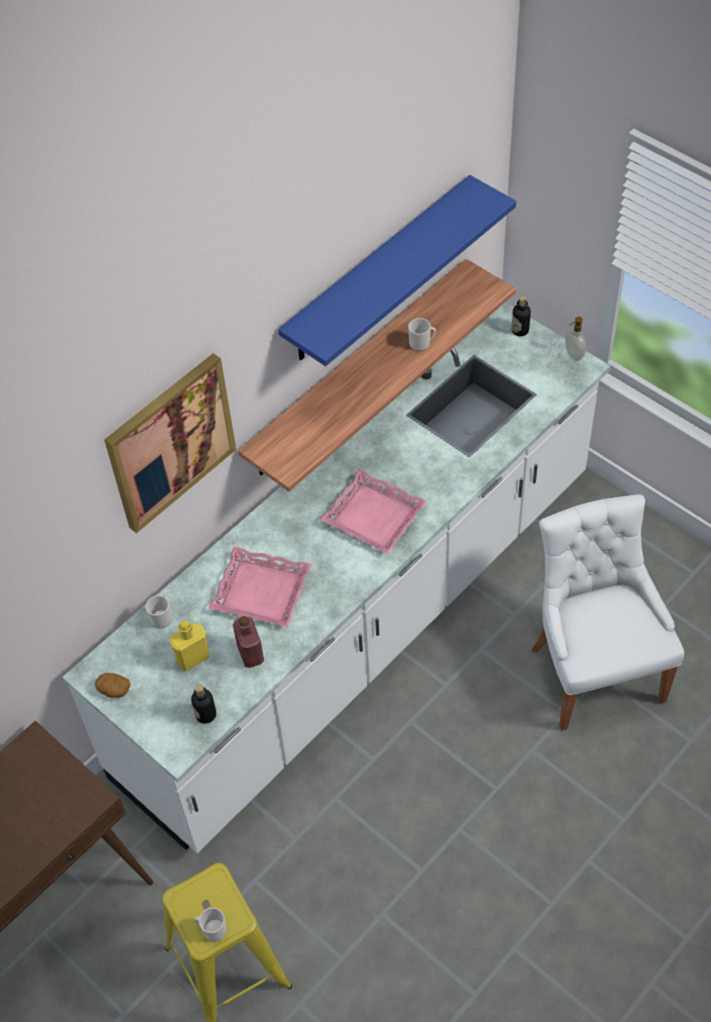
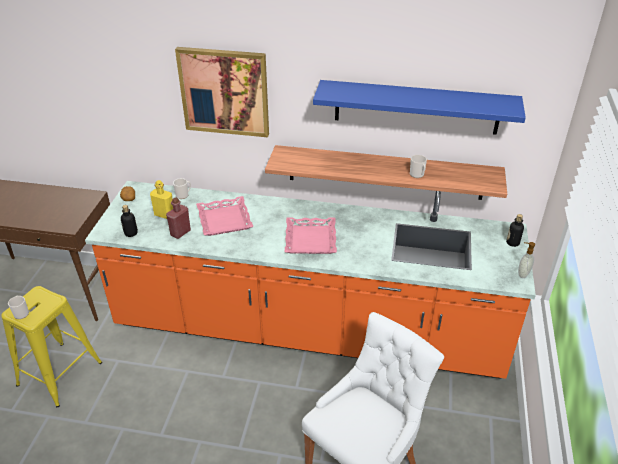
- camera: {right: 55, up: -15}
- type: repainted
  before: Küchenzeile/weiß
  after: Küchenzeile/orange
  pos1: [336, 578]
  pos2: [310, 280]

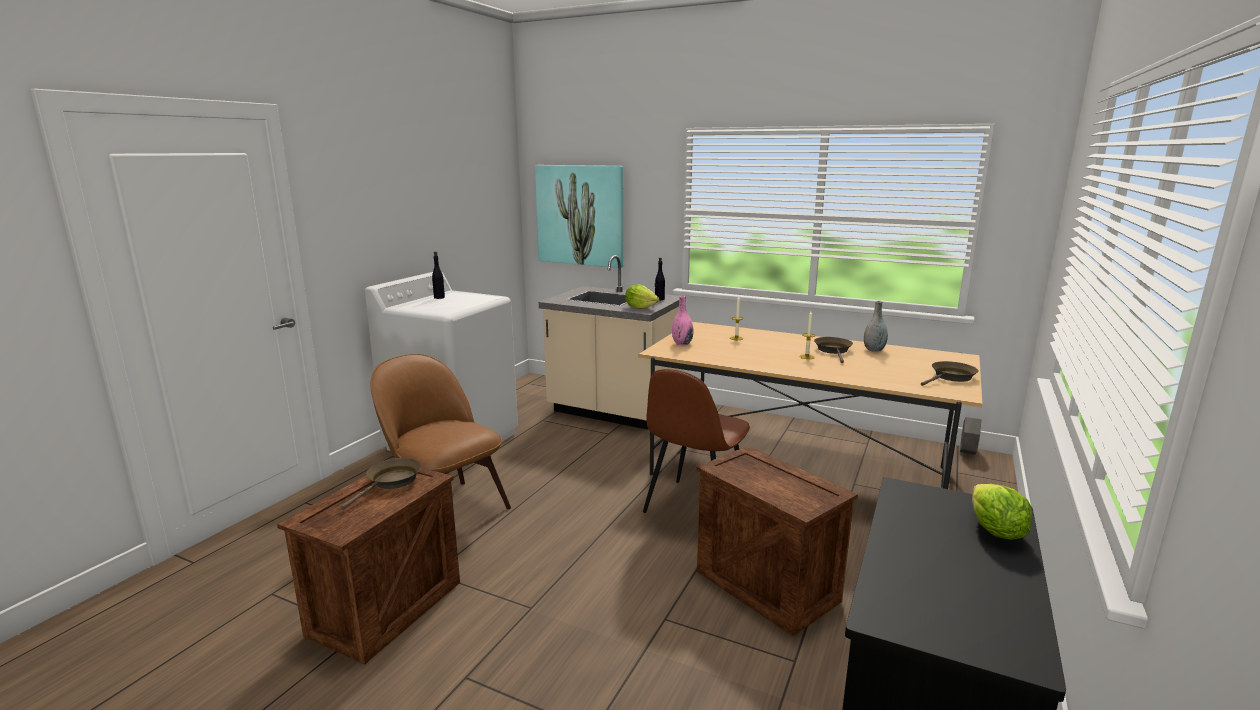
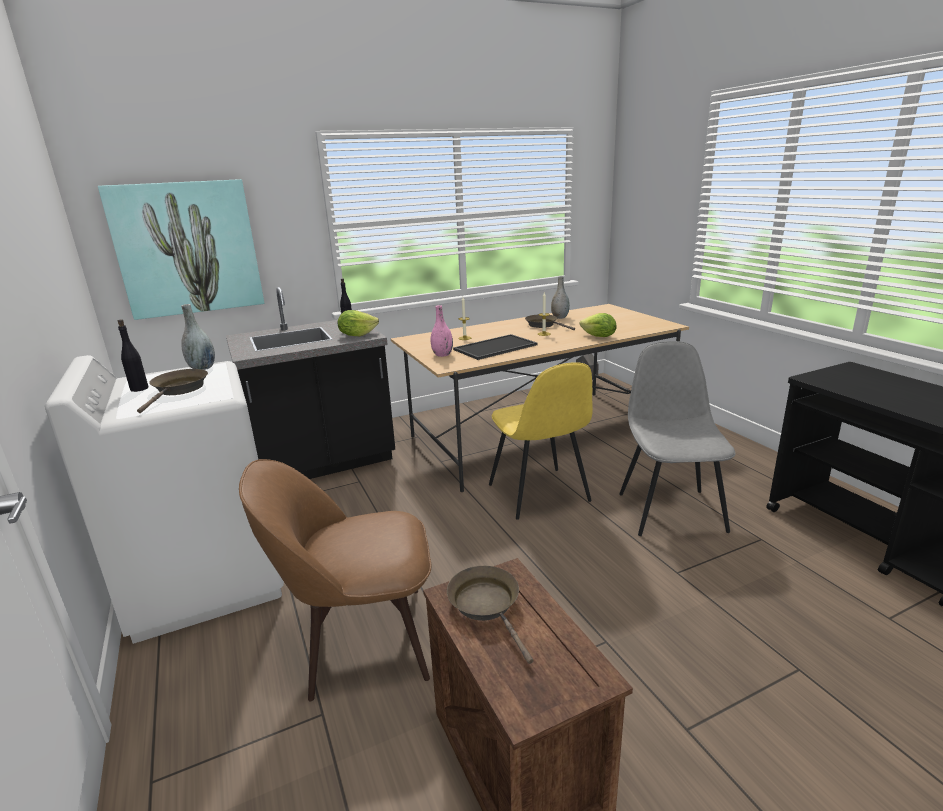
- camera: {right: -50, up: 5}
- type: shifted
  before: Pfanne/braun
  pos1: [950, 373]
  pos2: [172, 391]
- type: new
  after: Vase/grau
  pos2: [198, 337]
- type: repainted
  before: Küchenzeile/beige
  after: Küchenzeile/schwarz
  pos1: [612, 342]
  pos2: [310, 383]
- type: new
  after: Tablett
  pos2: [495, 347]
- type: repainted
  before: Stuhl/braun
  after: Stuhl/gelb
  pos1: [696, 441]
  pos2: [541, 441]
- type: shifted
  before: Salatkopf
  pos1: [1002, 512]
  pos2: [598, 325]
- type: swapped
  before: Kiste
  after: Stuhl/grau
  pos1: [777, 541]
  pos2: [677, 438]

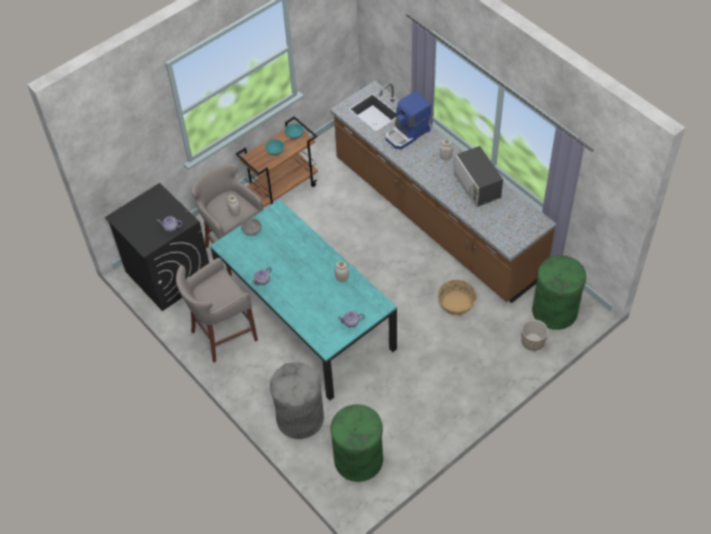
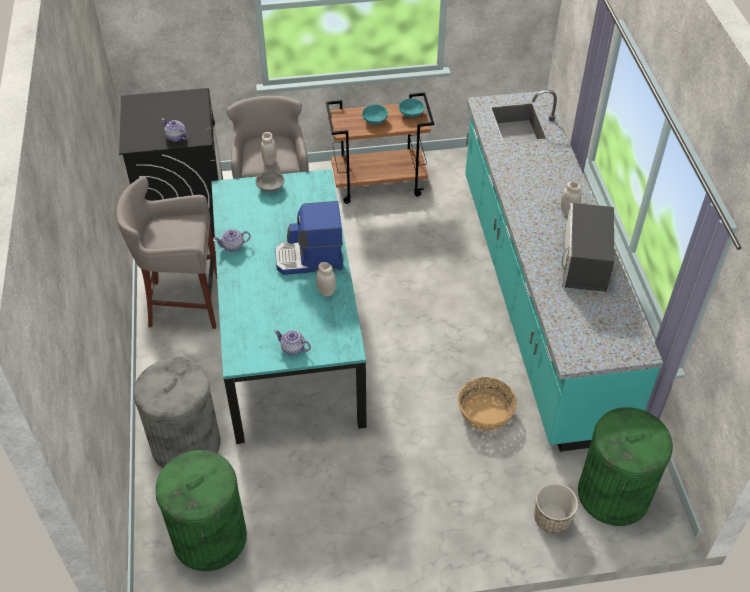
- camera: {right: 30, up: -5}
- type: shifted
  before: Kaffeemaschine
  pos1: [408, 120]
  pos2: [309, 238]
- type: repainted
  before: Küchenzeile/braun
  after: Küchenzeile/türkis
  pos1: [443, 192]
  pos2: [564, 271]

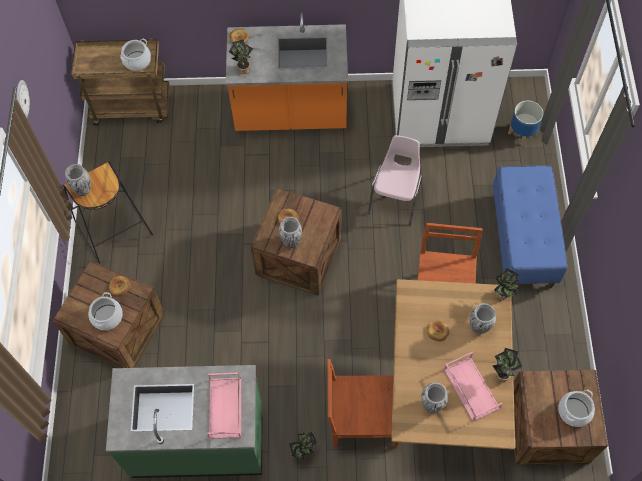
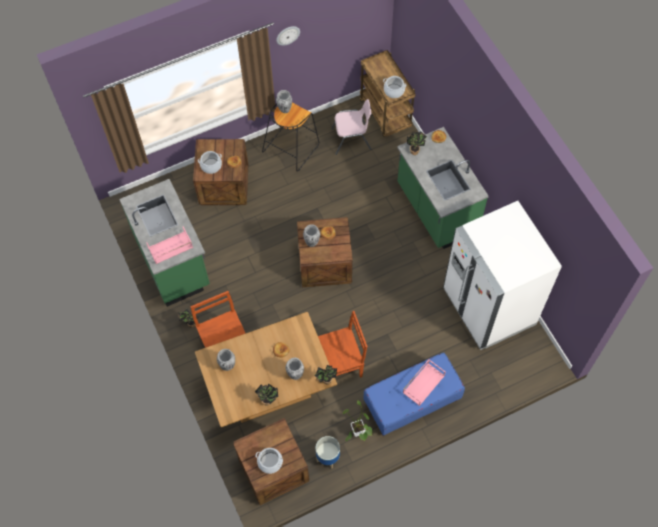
- camera: {right: 65, up: 0}
- type: shifted
  before: Pflanzkübel
  pos1: [525, 123]
  pos2: [327, 452]
- type: shifted
  before: Stuhl/rosa
  pos1: [395, 180]
  pos2: [351, 127]
- type: new
  after: Topfpflanze
  pos2: [358, 420]
- type: repainted
  before: Küchenzeile/orange
  after: Küchenzeile/grün
  pos1: [287, 72]
  pos2: [443, 188]
- type: shifted
  before: Tablett/rosa
  pos1: [473, 387]
  pos2: [424, 382]

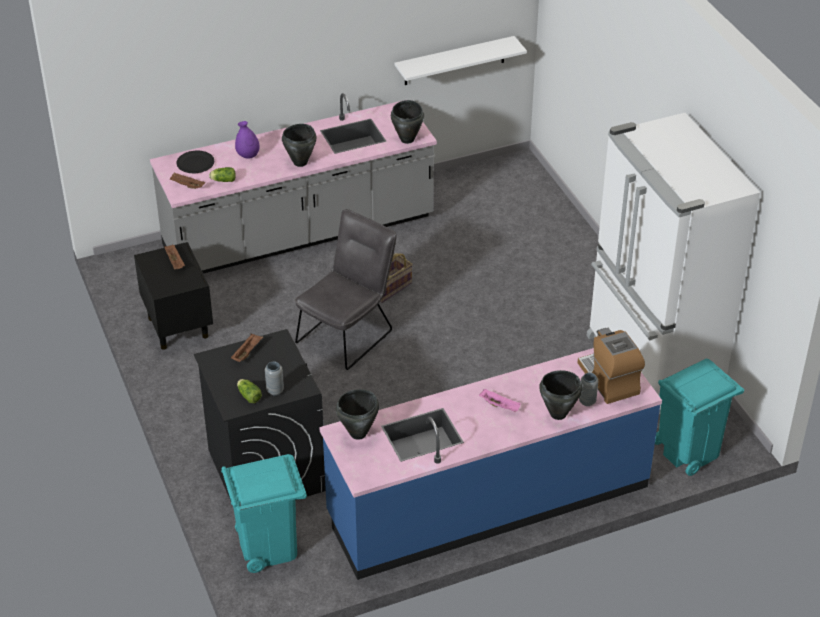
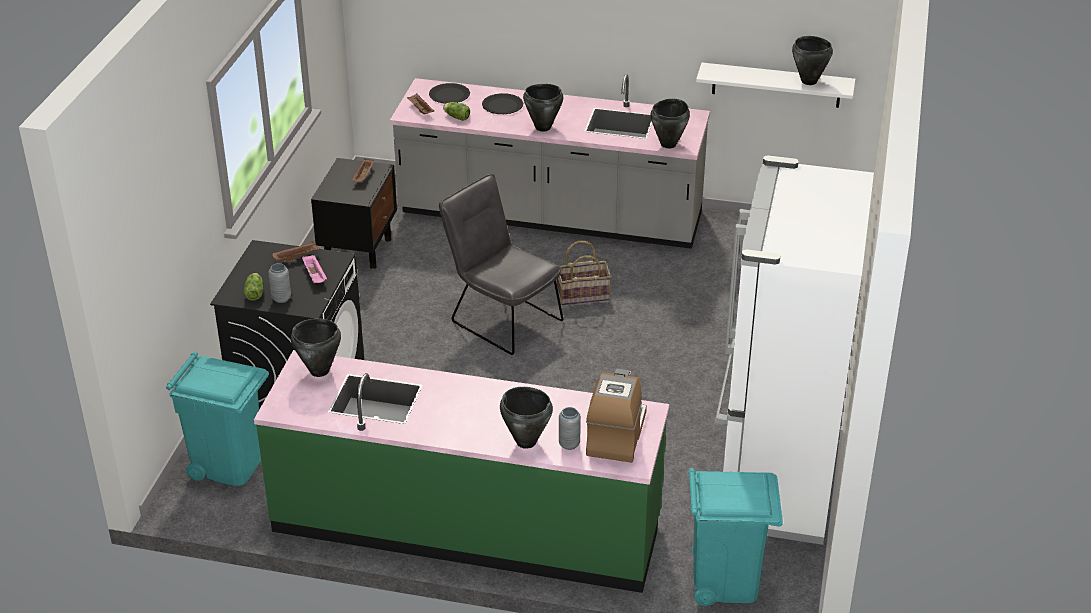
- camera: {right: 35, up: -5}
- type: repainted
  before: Küchenzeile/blau
  after: Küchenzeile/grün
  pos1: [490, 464]
  pos2: [461, 471]
- type: shifted
  before: Tablett/rosa
  pos1: [500, 400]
  pos2: [314, 269]
- type: rotated
  before: Stuhl/grau
  pos1: [346, 289]
  pos2: [501, 264]
  turn: -120
- type: swapped
  before: Vase/lila
  after: Teller/schwarz
  pos1: [247, 140]
  pos2: [502, 103]
- type: new
  after: Kochtopf/schwarz
  pos2: [812, 60]

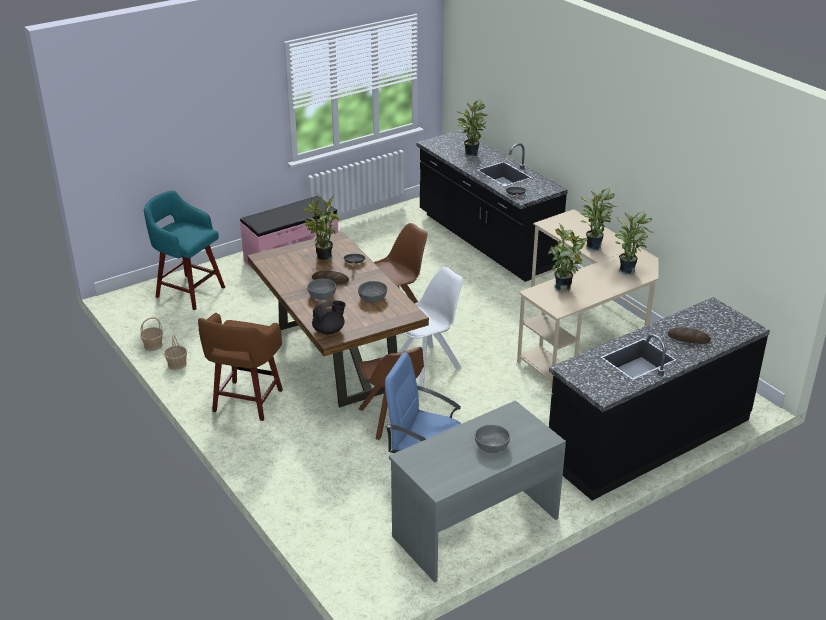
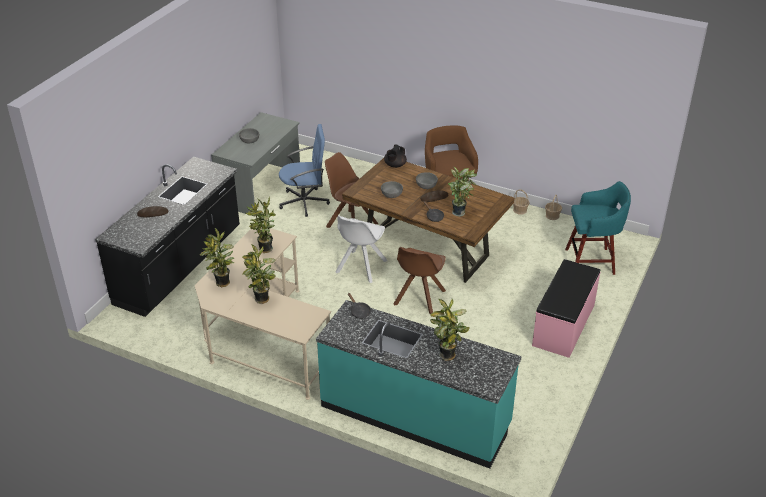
- camera: {right: 150, up: 5}
- type: repainted
  before: Küchenzeile/schwarz
  after: Küchenzeile/türkis
  pos1: [492, 206]
  pos2: [419, 384]

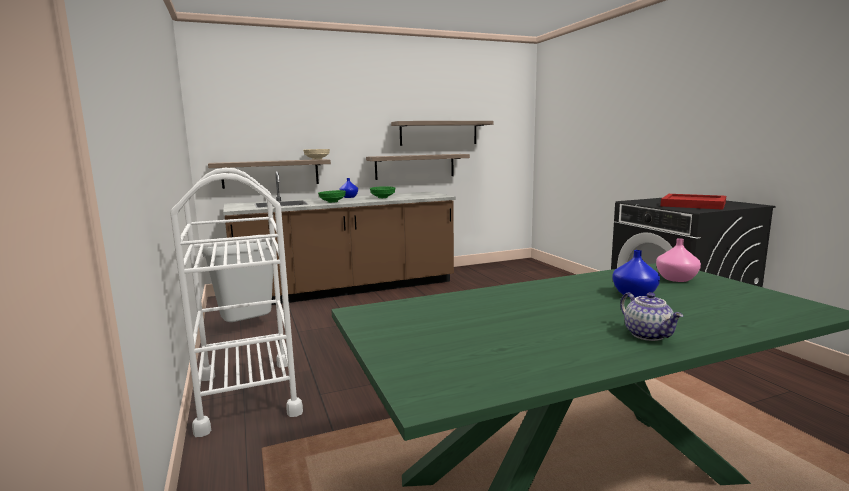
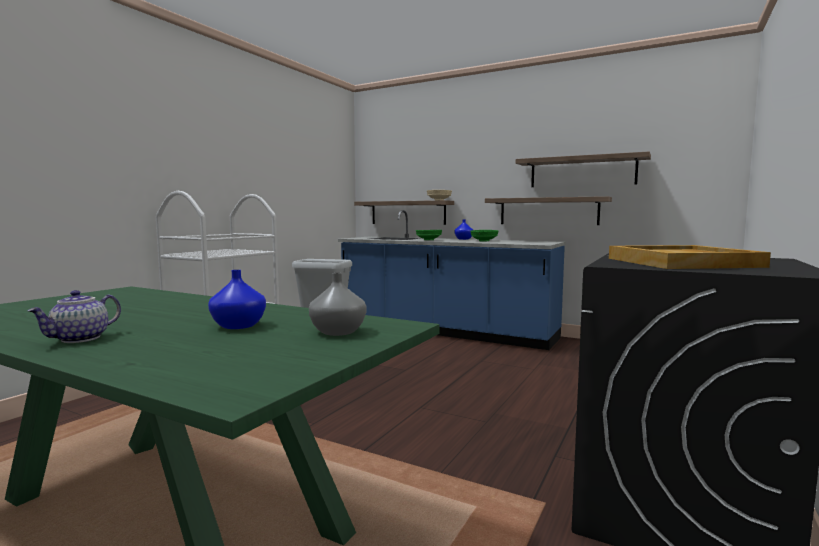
- camera: {right: 50, up: -5}
- type: repainted
  before: Vase/rosa
  after: Vase/grau
  pos1: [678, 260]
  pos2: [337, 304]
- type: repainted
  before: Küchenzeile/braun
  after: Küchenzeile/blau
  pos1: [339, 238]
  pos2: [452, 280]
- type: repainted
  before: Tablett/rot
  after: Tablett/beige
  pos1: [693, 202]
  pos2: [690, 257]

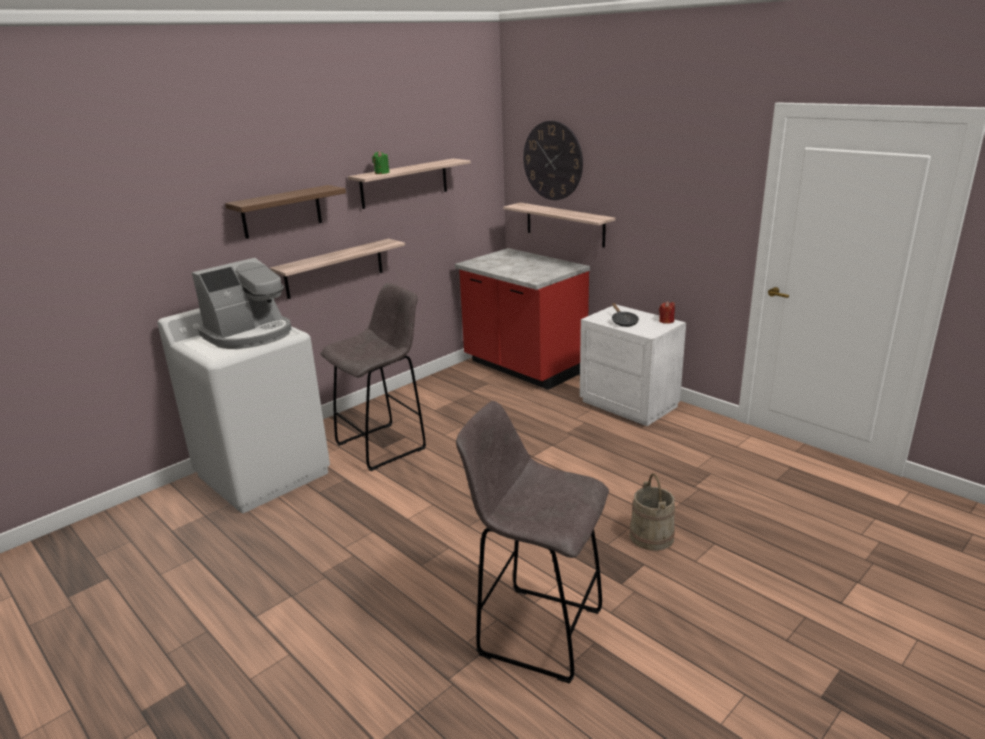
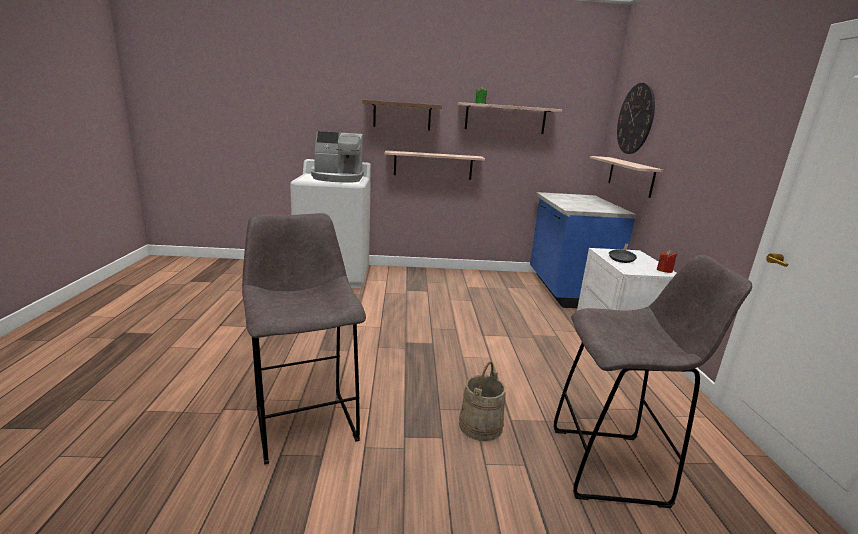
- camera: {right: 40, up: -5}
- type: repainted
  before: Küchenzeile/rot
  after: Küchenzeile/blau
  pos1: [522, 319]
  pos2: [583, 250]
- type: shifted
  before: Hocker/grau
  pos1: [373, 377]
  pos2: [652, 381]

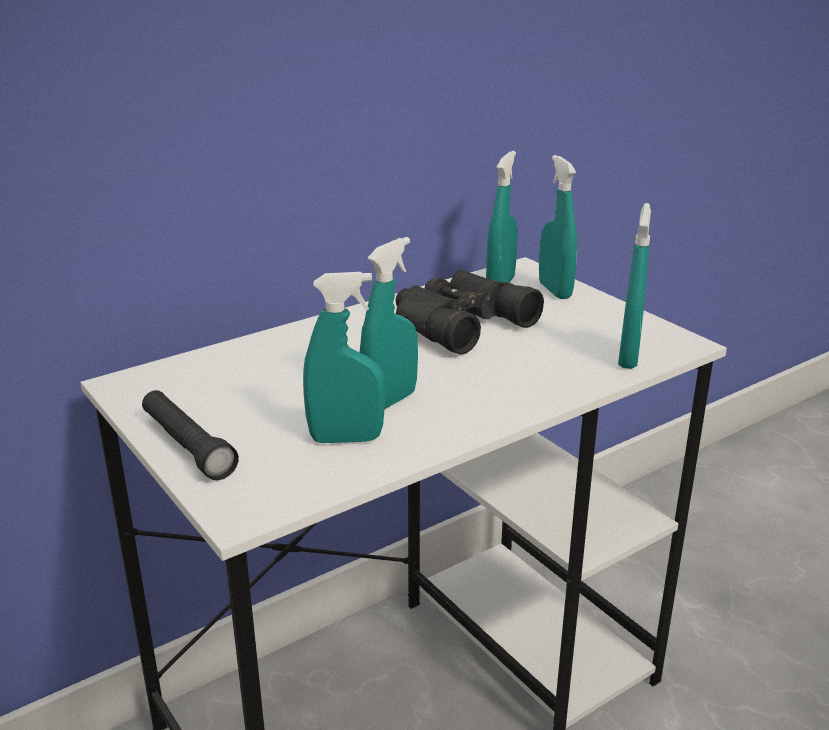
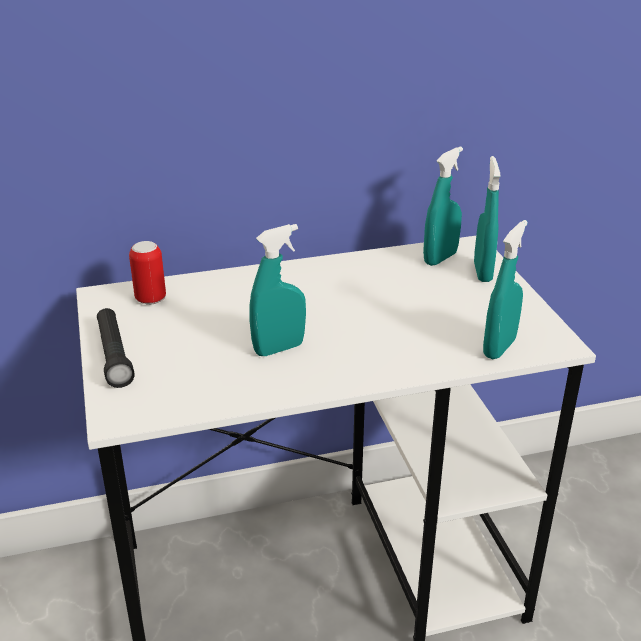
- camera: {right: 20, up: 5}
- type: new
  after: Dose
  pos2: [147, 273]
- type: gone
  before: Sprühflasche/türkis
  pos1: [344, 357]
- type: gone
  before: Fernglas/schwarz
  pos1: [470, 311]

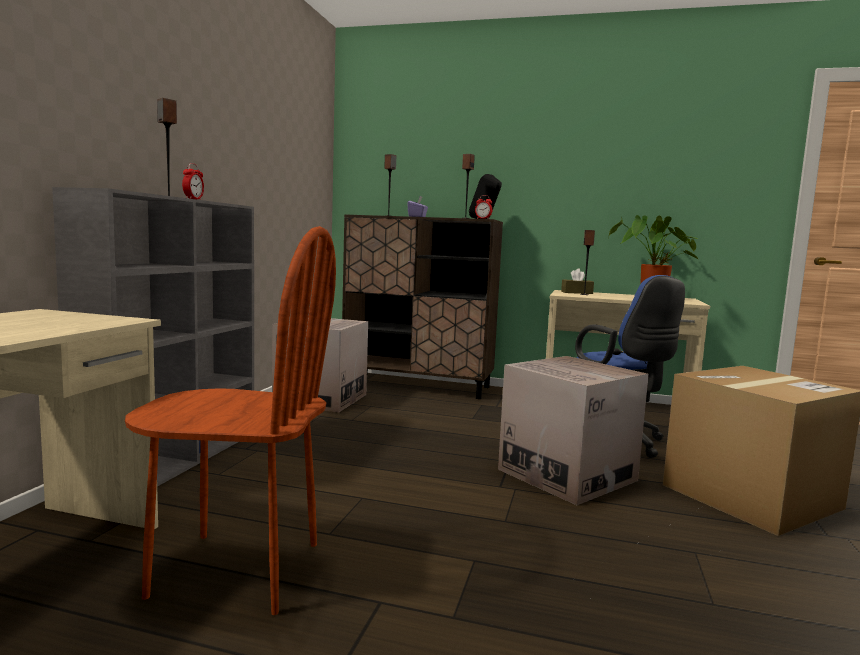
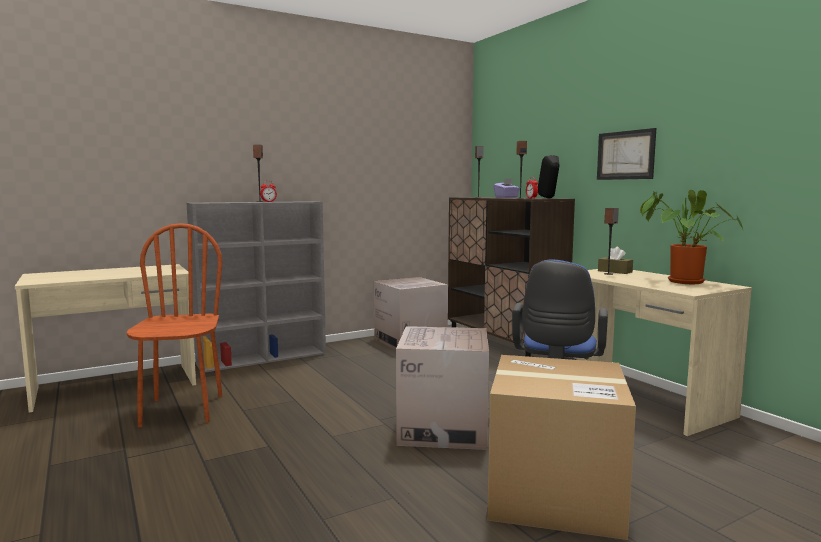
- camera: {right: 45, up: 0}
- type: rotated
  before: Stuhl/braun
  pos1: [230, 420]
  pos2: [174, 325]
  turn: -150
- type: new
  after: Bild
  pos2: [626, 154]

